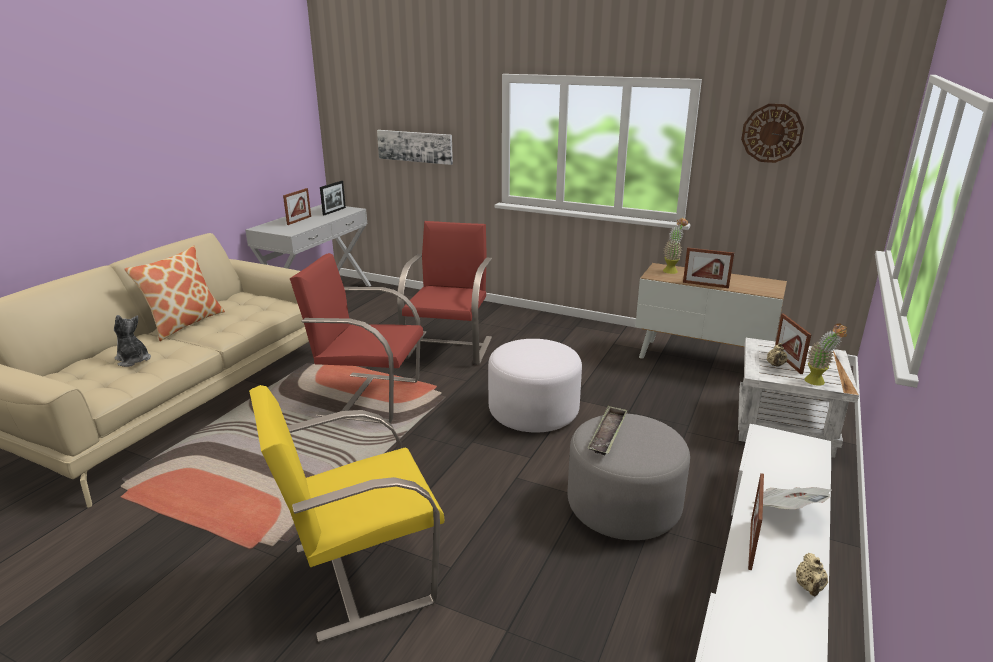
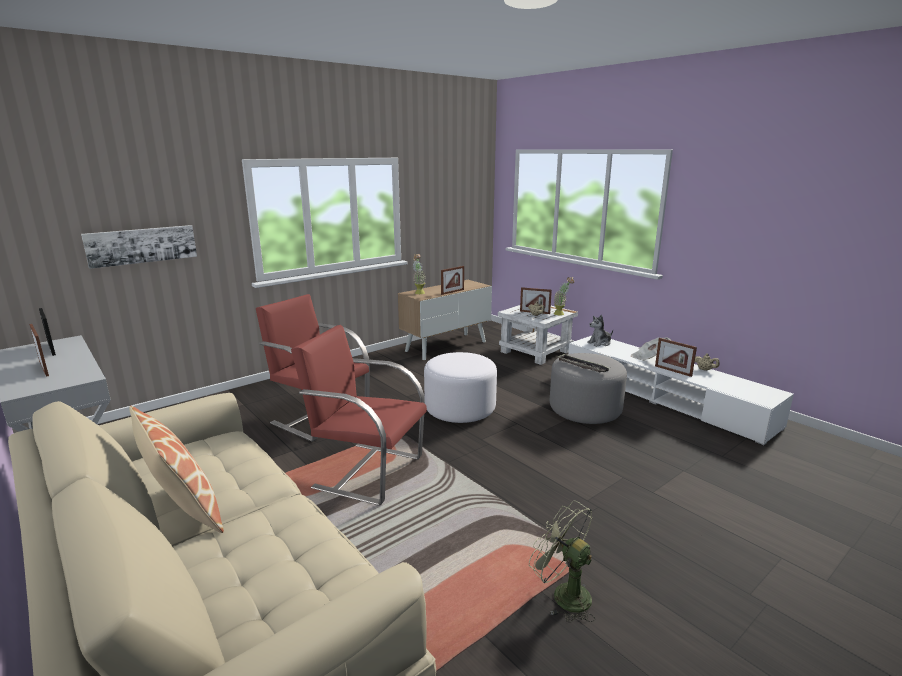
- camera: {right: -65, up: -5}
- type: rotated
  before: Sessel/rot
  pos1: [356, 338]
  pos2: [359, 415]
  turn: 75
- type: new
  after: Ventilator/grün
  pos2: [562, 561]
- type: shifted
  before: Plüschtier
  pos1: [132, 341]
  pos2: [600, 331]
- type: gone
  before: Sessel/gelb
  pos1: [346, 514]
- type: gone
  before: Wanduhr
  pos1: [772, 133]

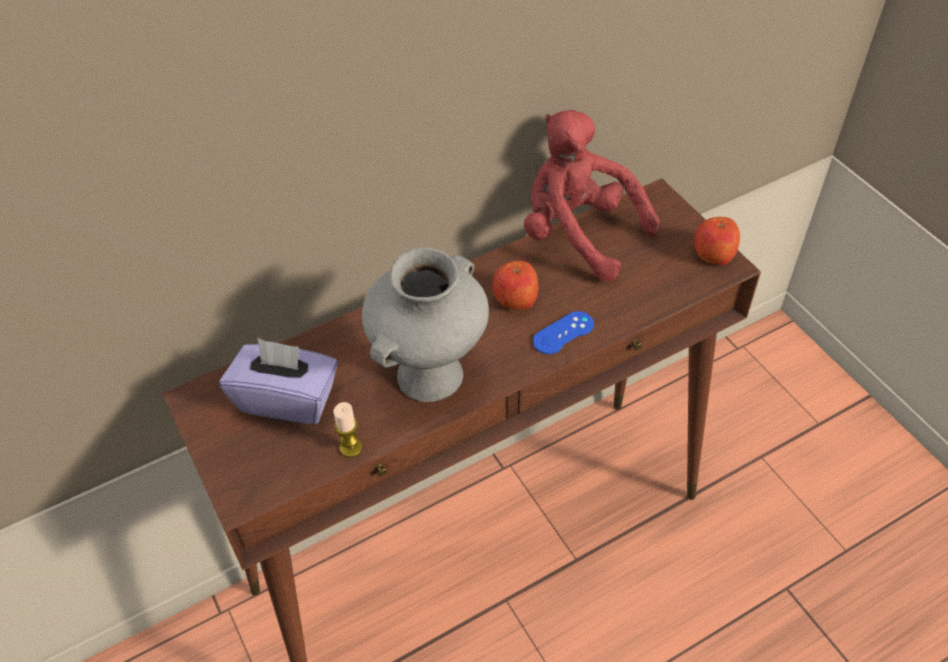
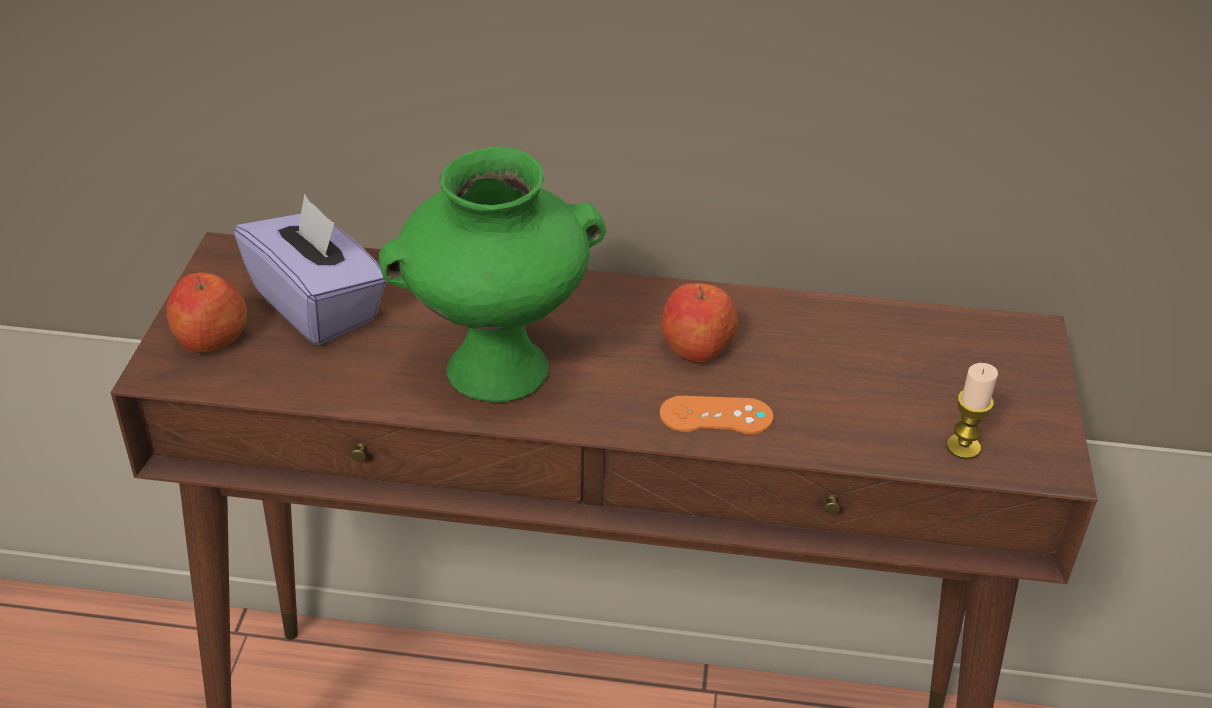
- camera: {right: 35, up: -10}
- type: shifted
  before: Apfel
  pos1: [717, 241]
  pos2: [207, 312]
- type: repainted
  before: Vase/grau
  after: Vase/grün
  pos1: [425, 324]
  pos2: [492, 274]
- type: repainted
  before: Gamepad/blau
  after: Gamepad/orange
  pos1: [563, 332]
  pos2: [716, 415]
- type: shifted
  before: Kerze
  pos1: [348, 430]
  pos2: [972, 411]
- type: gone
  before: Plüschtier/rot
  pos1: [592, 196]

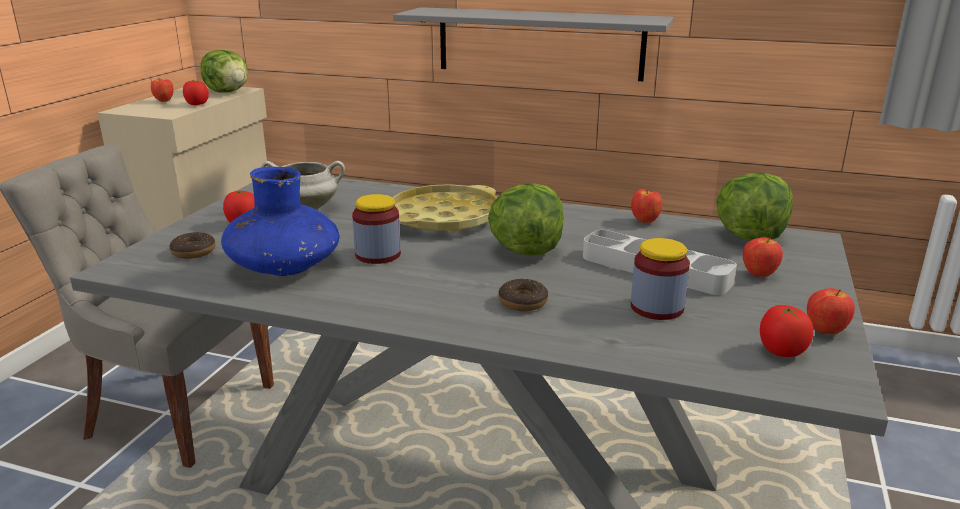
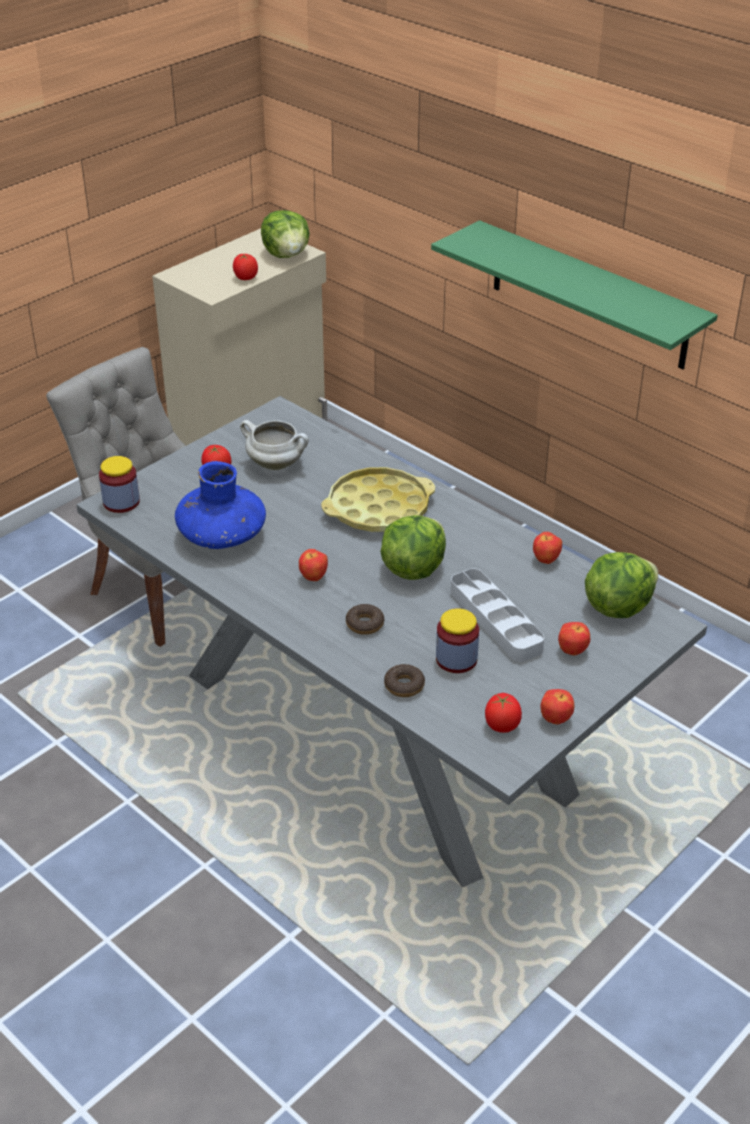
- camera: {right: 25, up: 15}
- type: shifted
  before: Vorratsglas
  pos1: [376, 229]
  pos2: [119, 484]
- type: shifted
  before: Apfel
  pos1: [162, 90]
  pos2: [313, 565]
- type: shifted
  before: Donut
  pos1: [192, 245]
  pos2: [404, 680]
- type: repainted
  before: Wandregal/grau
  after: Wandregal/grün
  pos1: [533, 44]
  pos2: [574, 294]

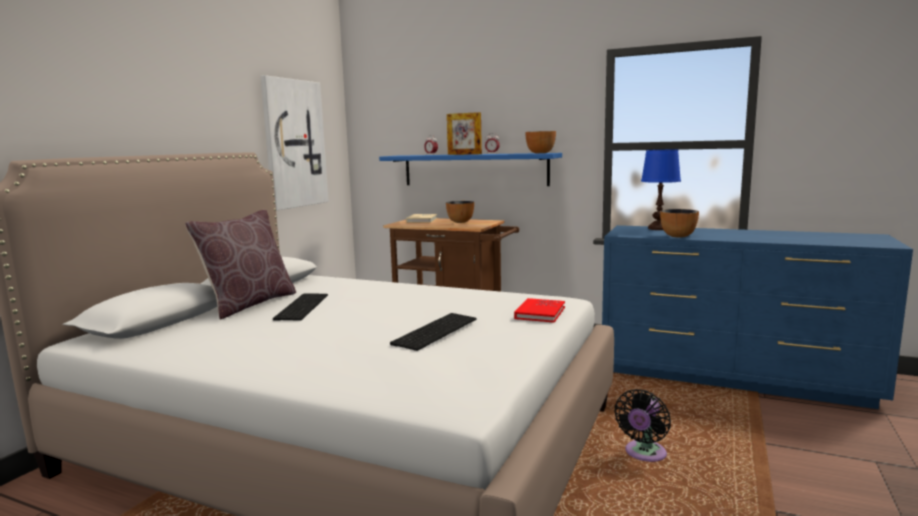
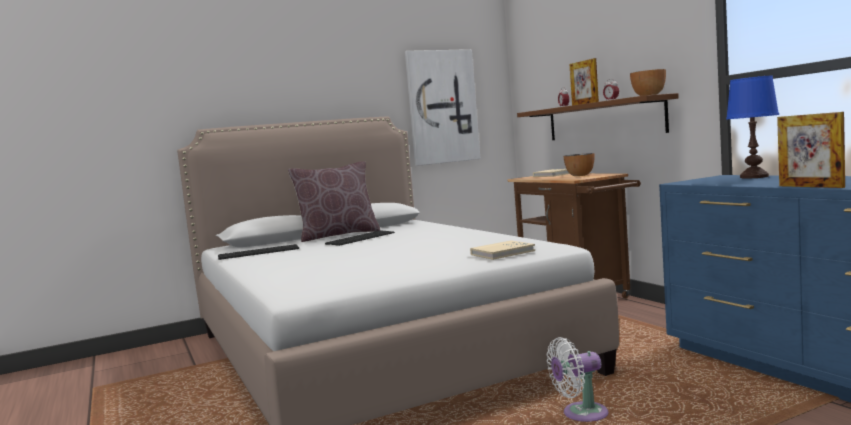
- camera: {right: 40, up: -5}
- type: shifted
  before: Tastatur
  pos1: [433, 332]
  pos2: [258, 252]
- type: repainted
  before: Buch/rot
  after: Buch/beige
  pos1: [539, 310]
  pos2: [502, 250]
- type: repainted
  before: Wandregal/blau
  after: Wandregal/braun
  pos1: [470, 169]
  pos2: [598, 116]
- type: repainted
  before: Ventilator/schwarz
  after: Ventilator/weiß
  pos1: [642, 425]
  pos2: [578, 379]
- type: new
  after: Bilderrahmen
  pos2: [811, 150]
- type: gone
  before: Schüssel
  pos1: [679, 223]

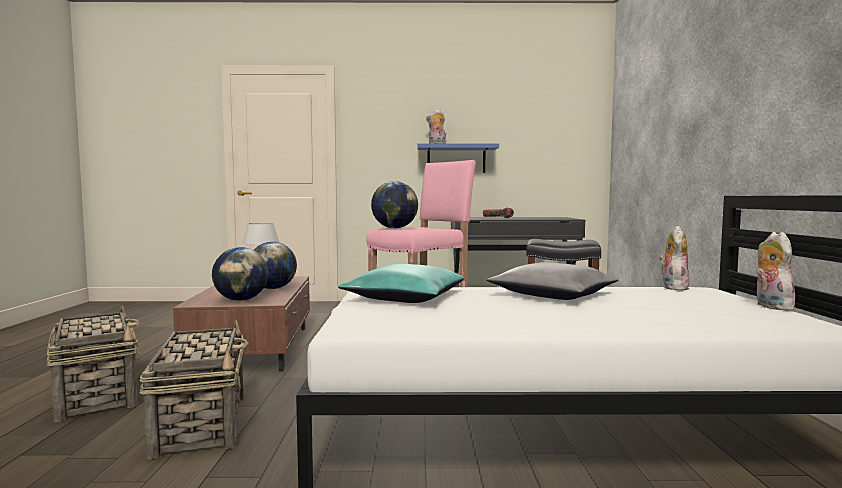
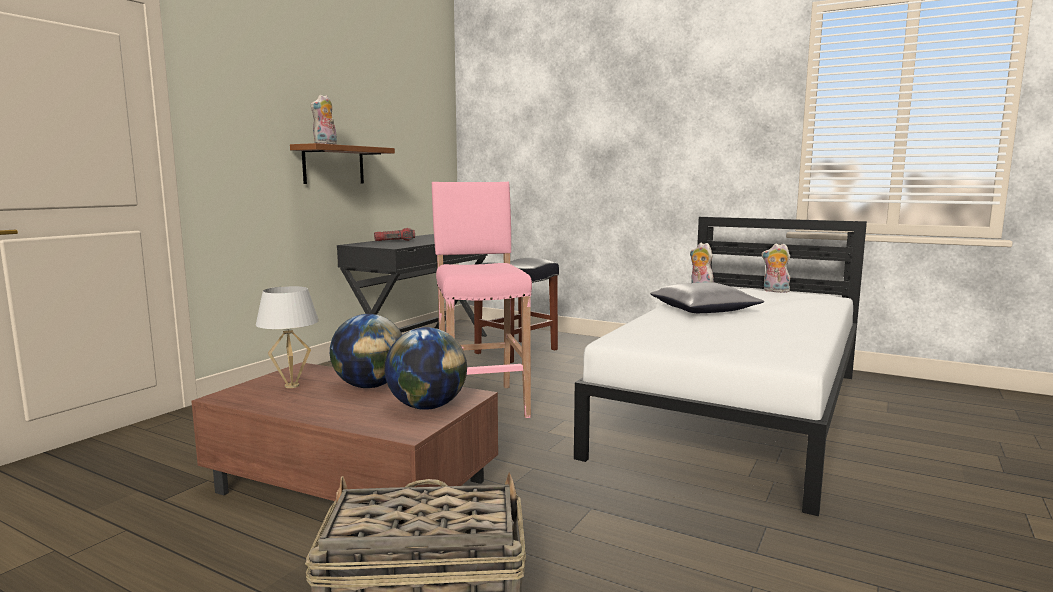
- camera: {right: -60, up: 5}
- type: repainted
  before: Wandregal/blau
  after: Wandregal/braun
  pos1: [458, 158]
  pos2: [342, 163]
- type: gone
  before: Korb
  pos1: [193, 389]
- type: gone
  before: Kissen/türkis
  pos1: [401, 283]
- type: gone
  before: Globus
  pos1: [394, 204]

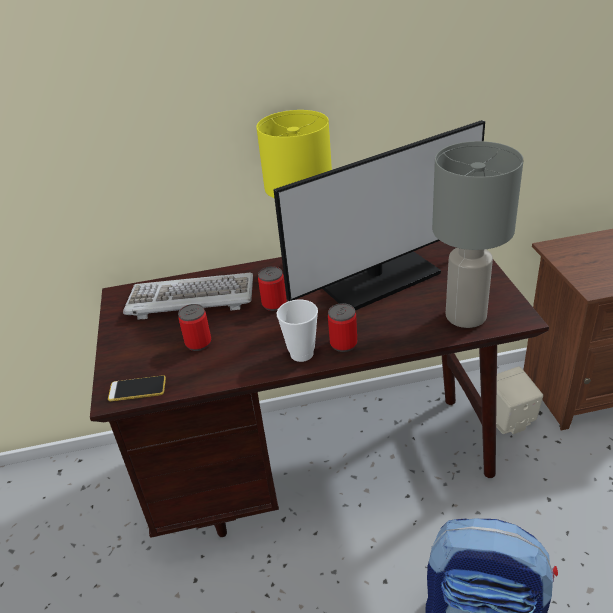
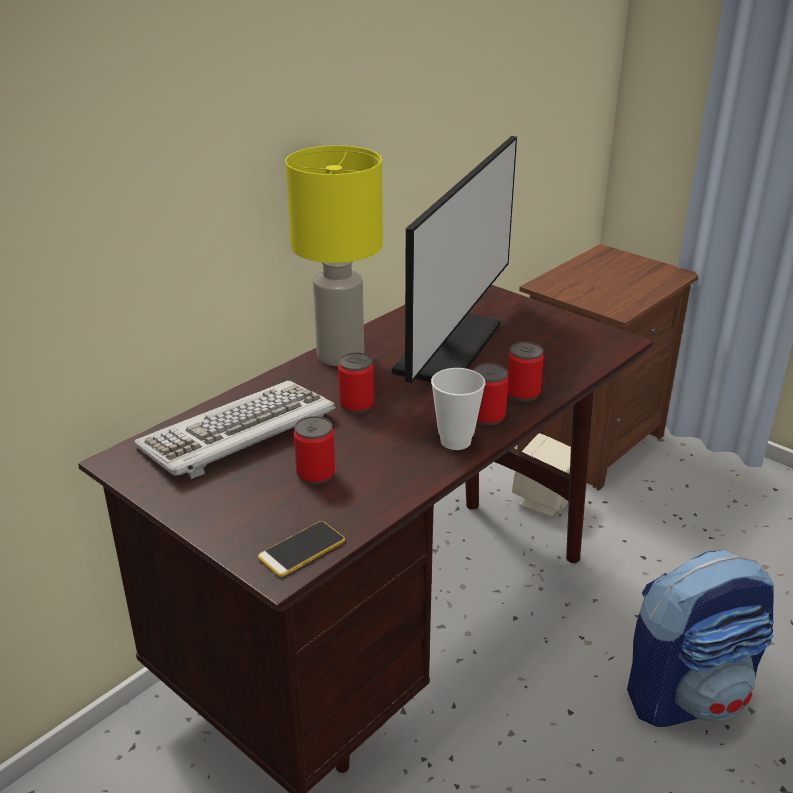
- camera: {right: -40, up: -5}
- type: new
  after: Dose
  pos2: [525, 372]
- type: gone
  before: Tischlampe/grau
  pos1: [478, 234]

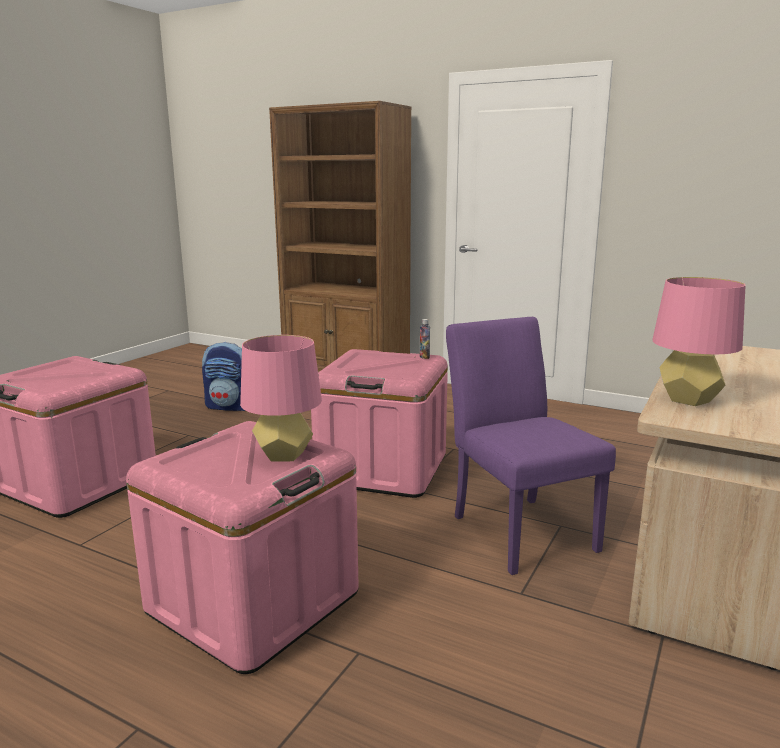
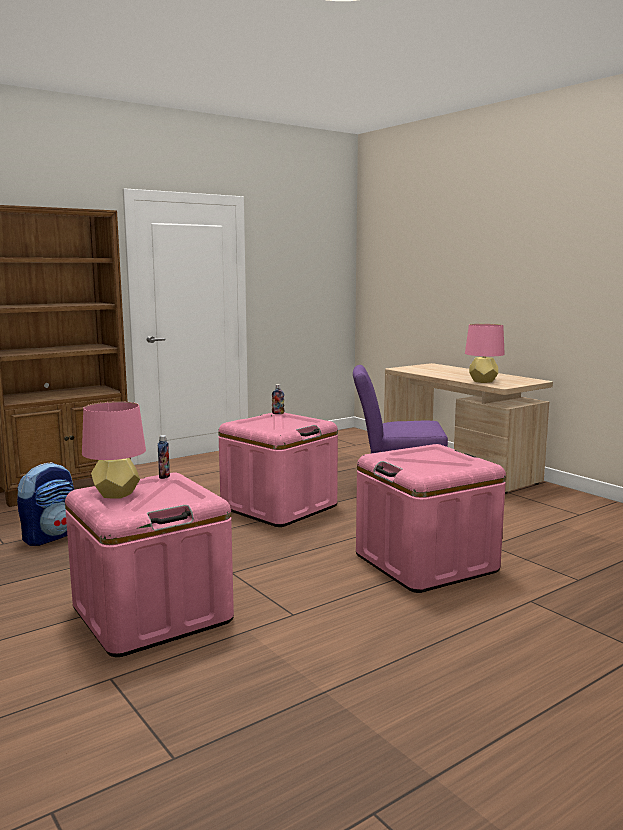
- camera: {right: -65, up: -5}
- type: shifted
  before: Tischlampe/rosa
  pos1: [281, 398]
  pos2: [114, 450]
- type: new
  after: Flasche
  pos2: [164, 457]

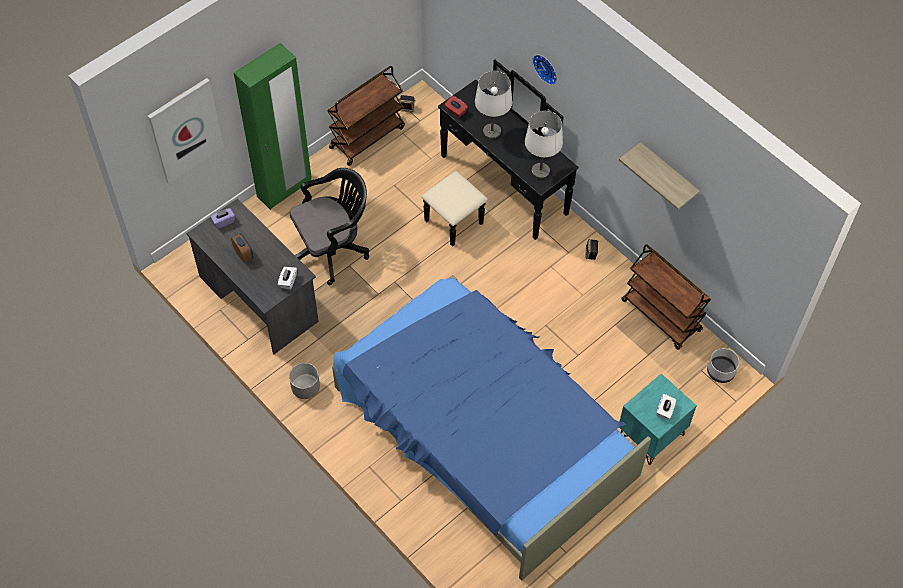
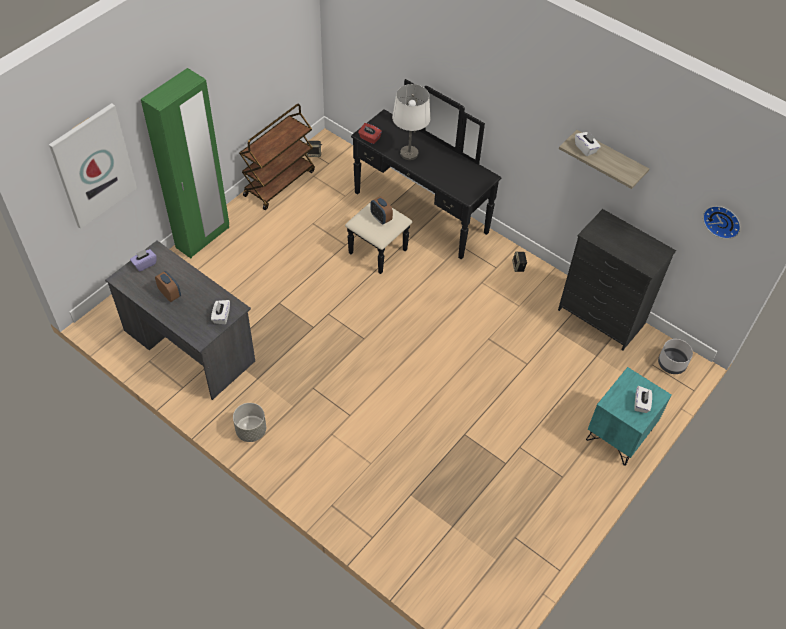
- camera: {right: -10, up: -5}
- type: new
  after: Wecker
  pos2: [381, 210]
- type: swapped
  before: Rollwagen/braun
  after: Kommode/schwarz
  pos1: [666, 297]
  pos2: [617, 279]
- type: new
  after: Taschentuchbox/weiß
  pos2: [588, 143]
- type: shifted
  before: Wanduhr
  pos1: [544, 69]
  pos2: [722, 222]
- type: gone
  before: Bürostuhl/schwarz
  pos1: [329, 226]
- type: gone
  before: Bett/blau
  pos1: [491, 427]
- type: gone
  before: Tischlampe/weiß
  pos1: [544, 145]

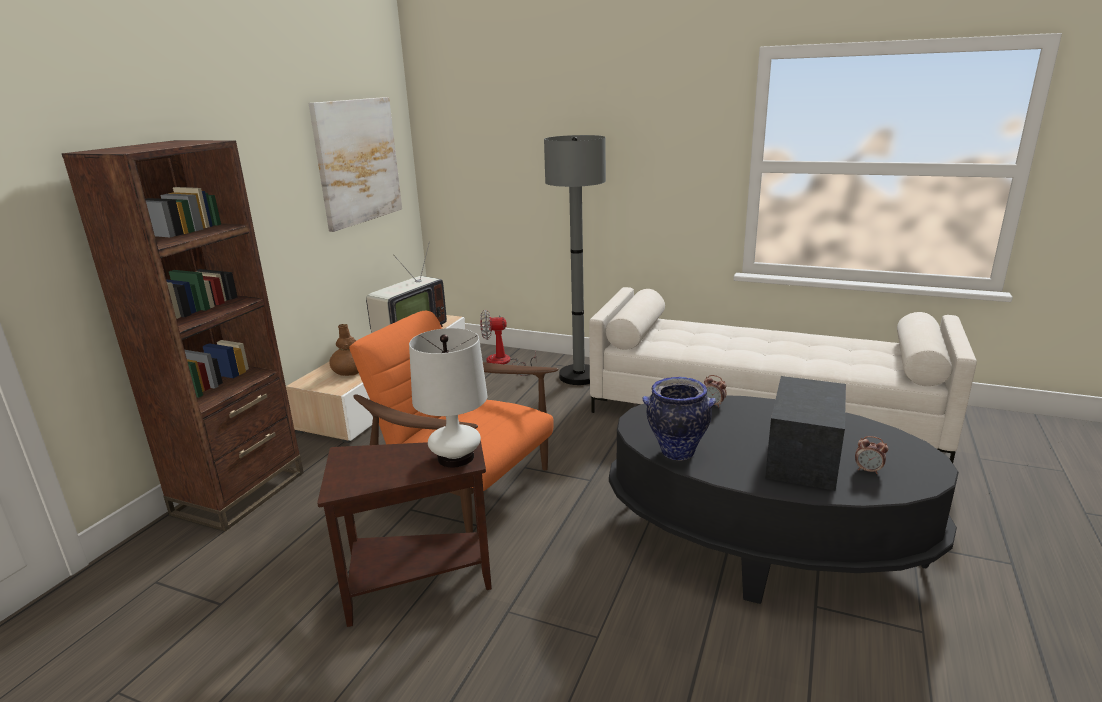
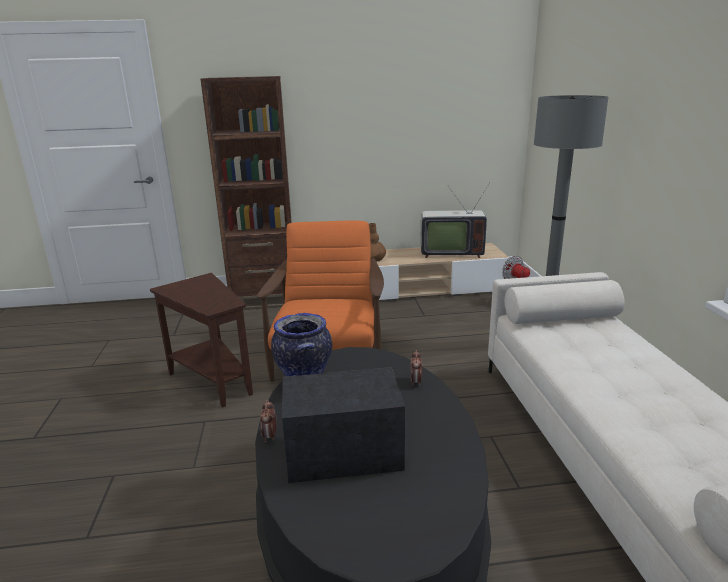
- camera: {right: 60, up: 0}
- type: shifted
  before: Wecker
  pos1: [871, 455]
  pos2: [268, 421]
- type: gone
  before: Bild
  pos1: [355, 164]
- type: gone
  before: Tischlampe/weiß
  pos1: [448, 397]

